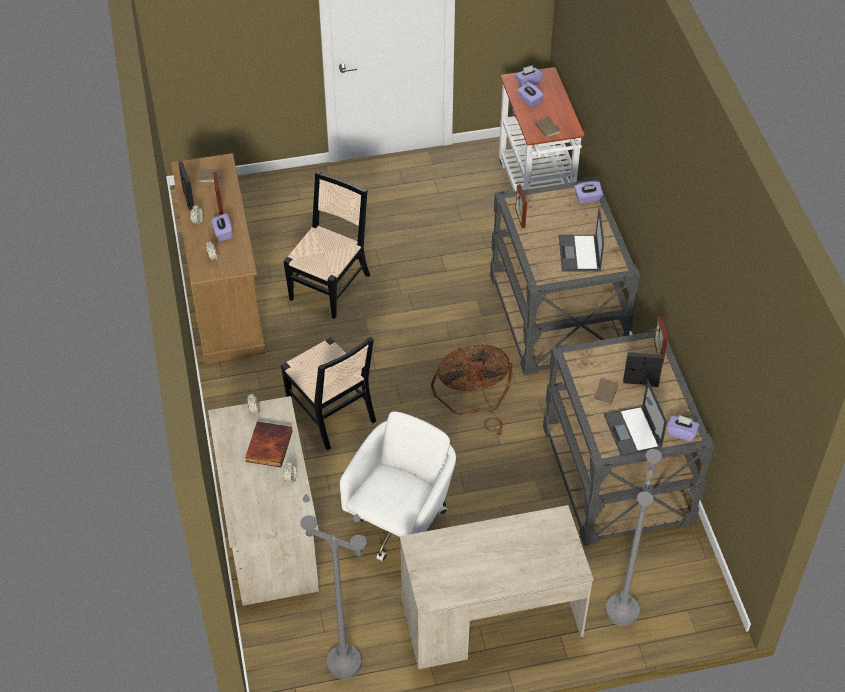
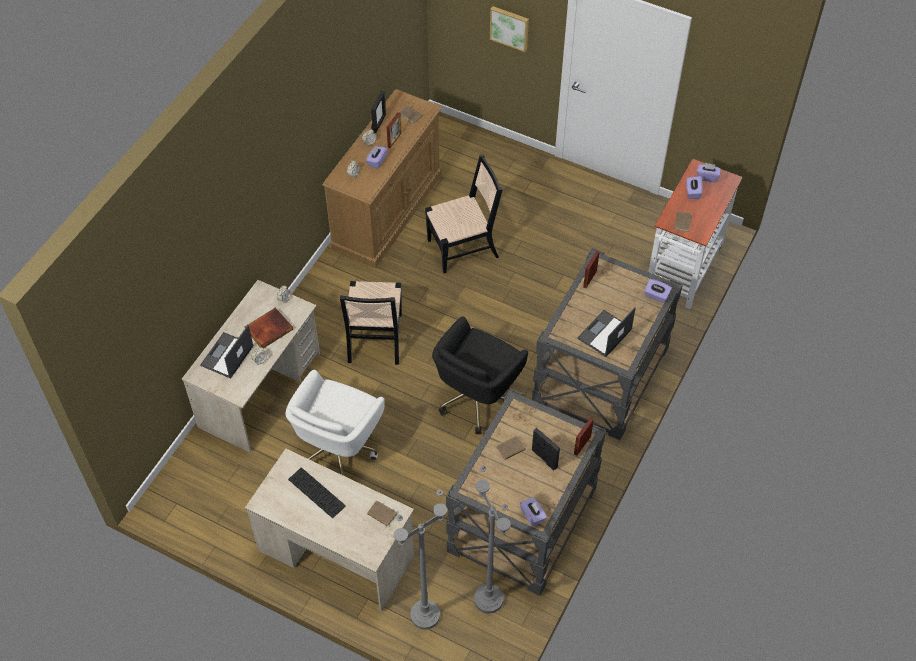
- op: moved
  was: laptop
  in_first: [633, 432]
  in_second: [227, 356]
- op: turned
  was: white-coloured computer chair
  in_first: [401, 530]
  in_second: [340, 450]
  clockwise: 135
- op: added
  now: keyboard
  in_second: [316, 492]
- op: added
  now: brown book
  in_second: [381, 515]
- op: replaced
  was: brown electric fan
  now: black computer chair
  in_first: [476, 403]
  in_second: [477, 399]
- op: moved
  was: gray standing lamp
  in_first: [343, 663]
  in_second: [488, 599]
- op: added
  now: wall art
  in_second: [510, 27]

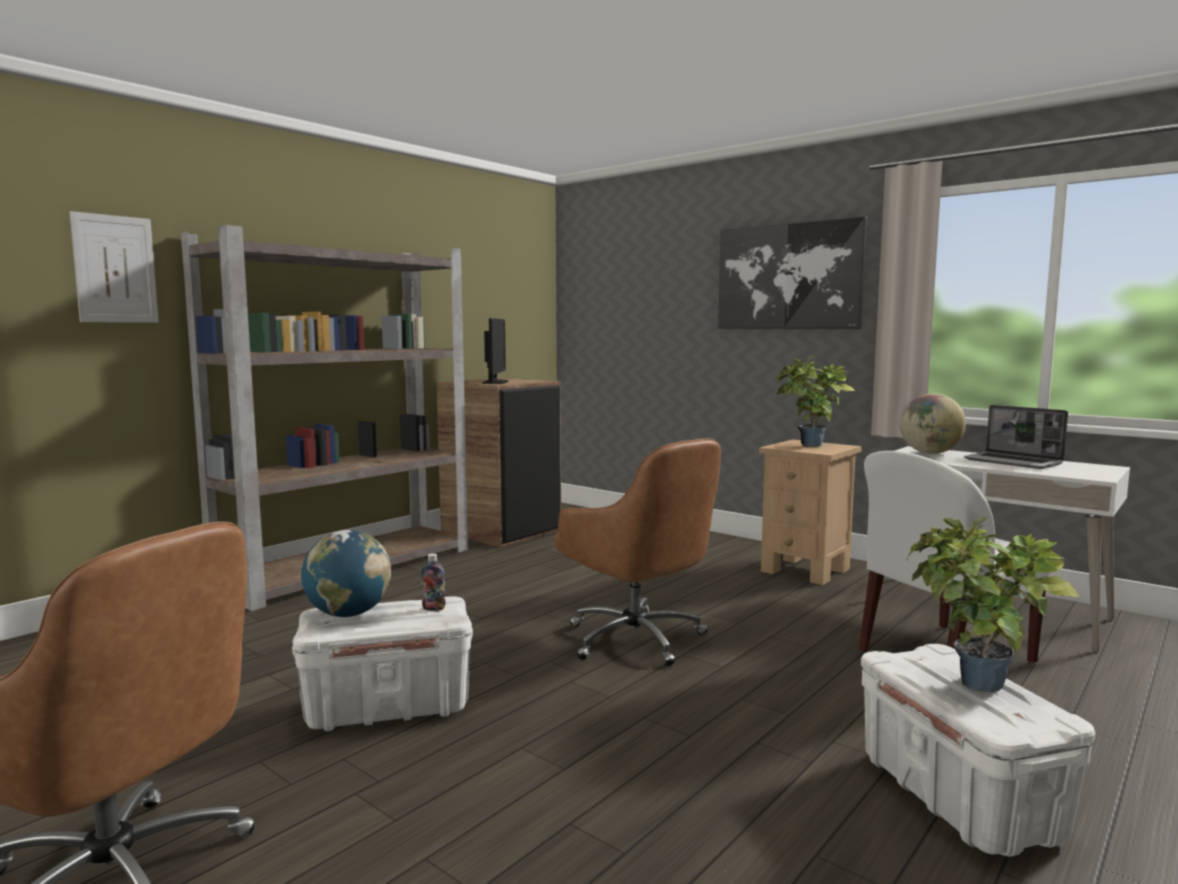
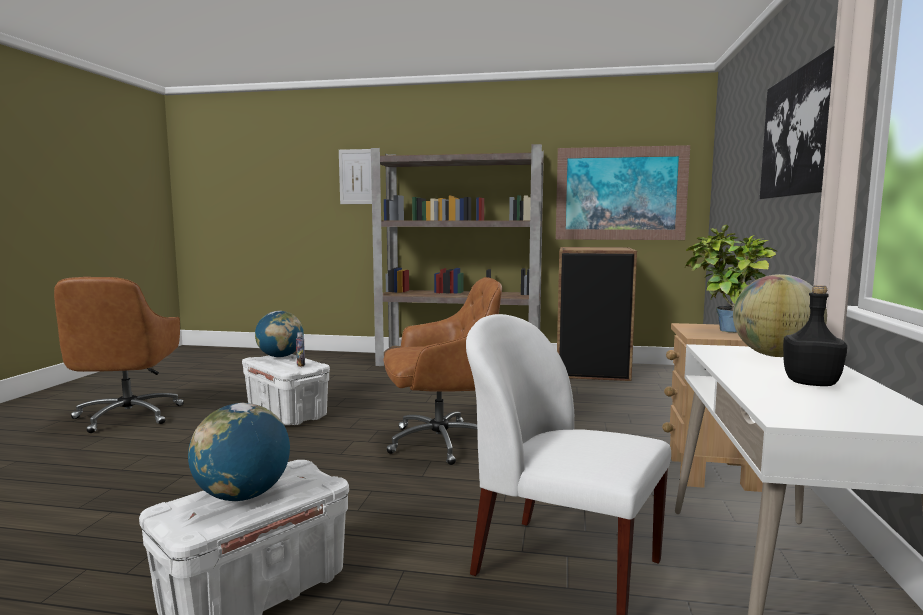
- op: replaced
  was: potted plant
  now: desk globe
  in_first: [973, 687]
  in_second: [243, 496]
- op: turned
  was: brown computer chair
  in_first: [634, 639]
  in_second: [440, 442]
  clockwise: -120
- op: added
  now: wall art
  in_second: [620, 193]
- op: replaced
  was: laptop
  now: black drink bottle
  in_first: [1014, 462]
  in_second: [811, 383]
- op: removed
  was: computer screen
  in_first: [495, 382]

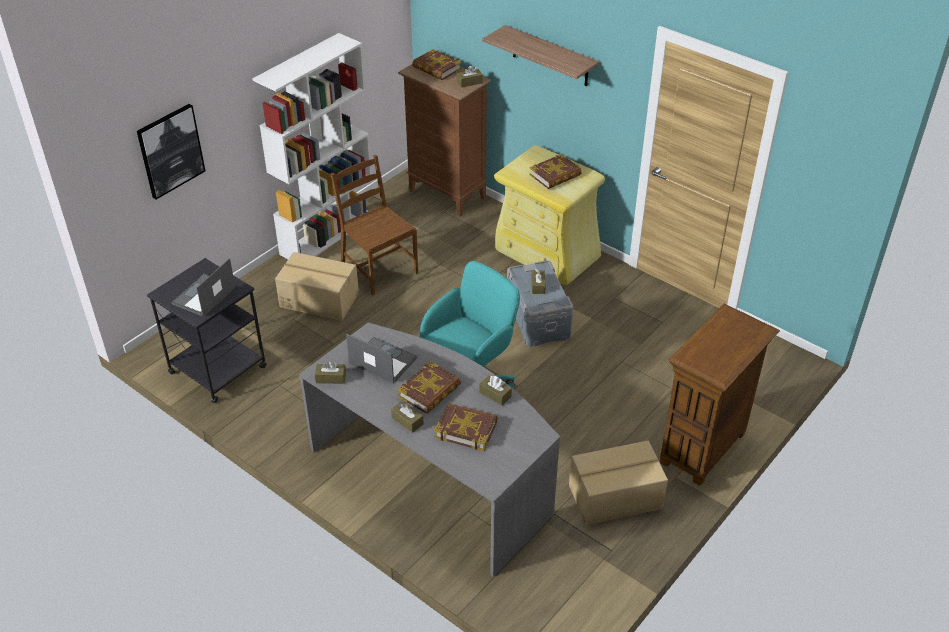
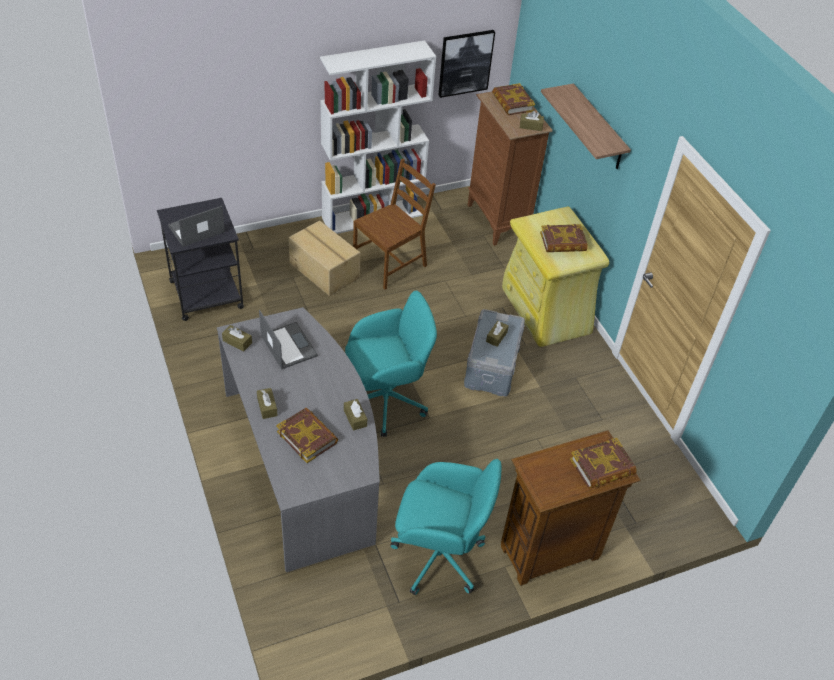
- op: turned
  was: brown plain chair
  in_first: [378, 269]
  in_second: [390, 263]
  clockwise: 60
- op: replaced
  was: packing box
  now: blue-green computer chair
  in_first: [616, 497]
  in_second: [438, 558]
- op: moved
  was: wall art
  in_first: [170, 150]
  in_second: [465, 63]
- op: moved
  was: book
  in_first: [430, 391]
  in_second: [602, 467]

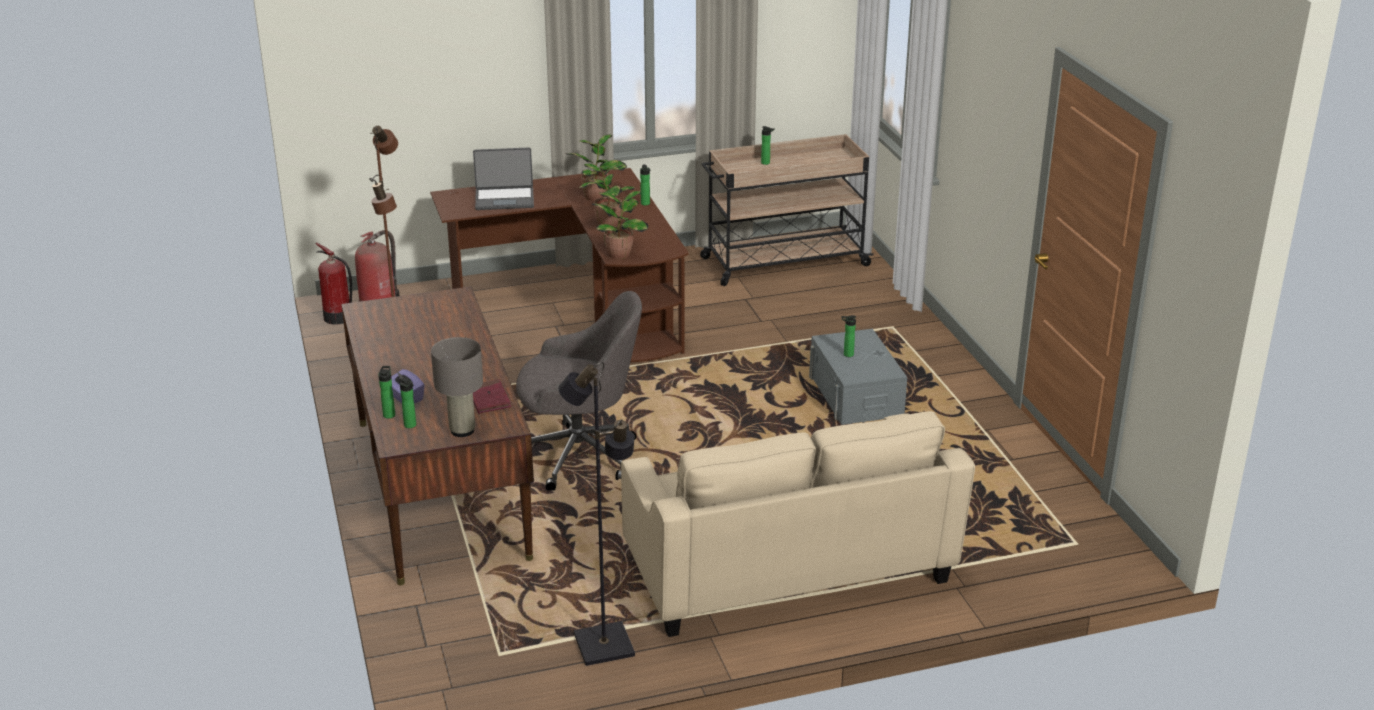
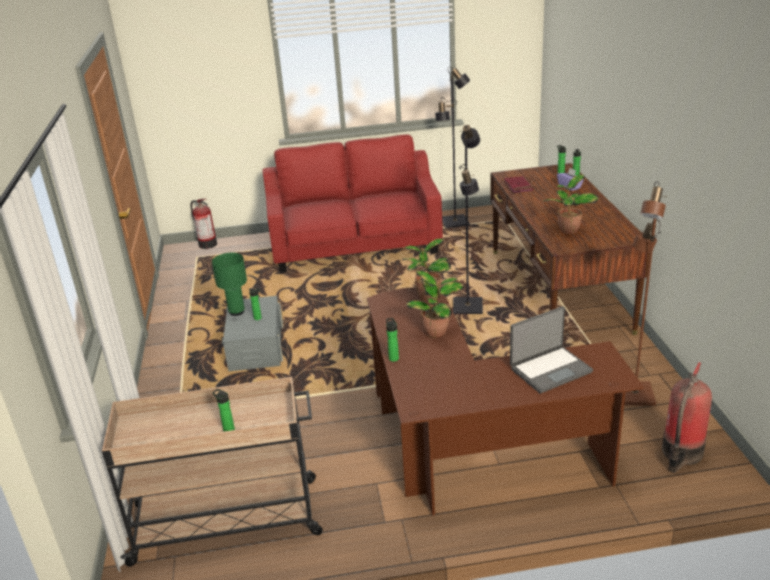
- op: moved
  was: extinguisher
  in_first: [339, 318]
  in_second: [207, 244]
- op: added
  now: greenish tabletop lamp
  in_second: [237, 311]
- op: recoloured
  was: beige sofa
  now: red-coloured sofa
  in_first: [789, 571]
  in_second: [355, 247]
- op: replaced
  was: gray computer chair
  now: black standing lamp
  in_first: [580, 457]
  in_second: [467, 307]
- op: turned
  was: laptop
  in_first: [504, 199]
  in_second: [550, 369]
  clockwise: 150
- op: moved
  was: potted plant
  in_first: [596, 196]
  in_second: [568, 230]
- op: removed
  was: gray tabletop lamp
  in_first: [462, 431]

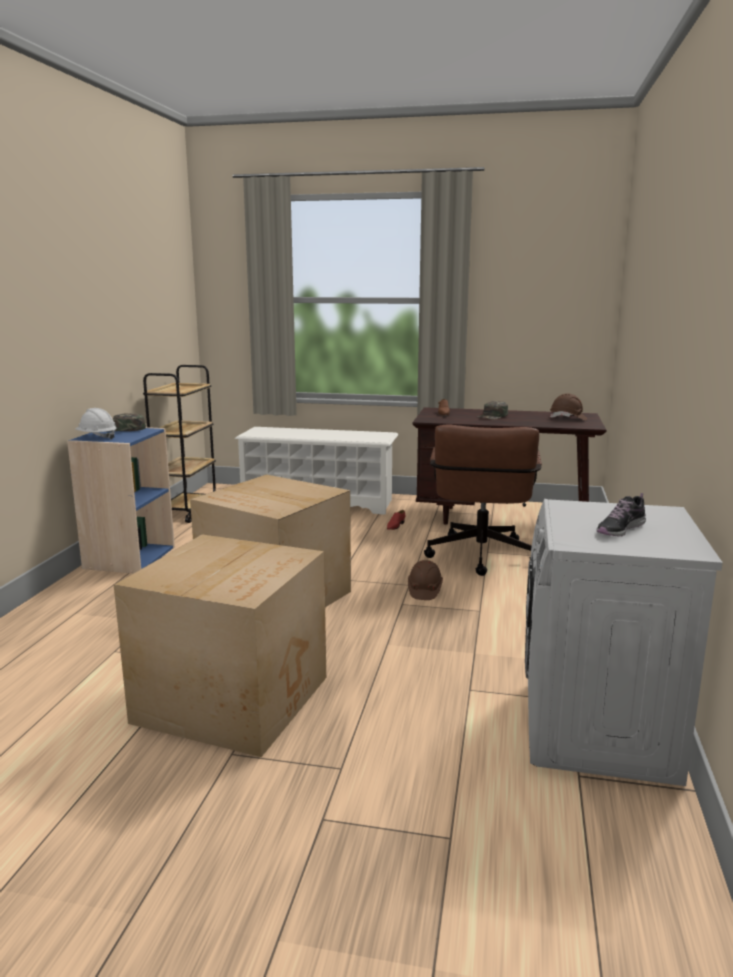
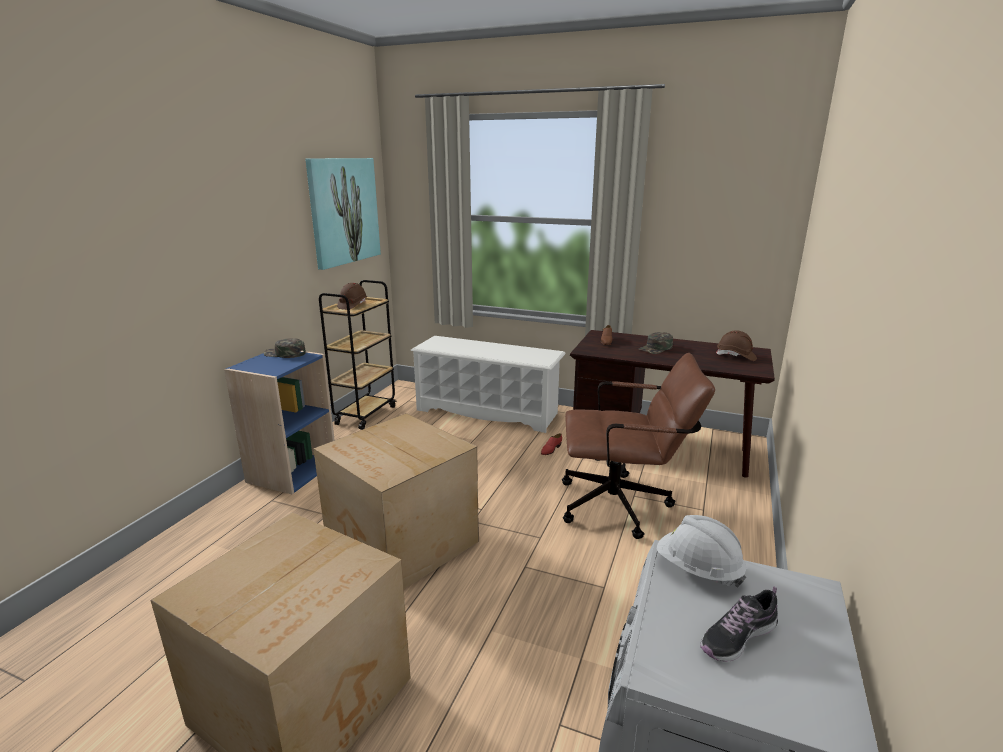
- op: added
  now: wall art
  in_second: [343, 211]
- op: moved
  was: brown safety helmet
  in_first: [424, 591]
  in_second: [352, 305]
- op: turned
  was: brown computer chair
  in_first: [480, 559]
  in_second: [624, 505]
  clockwise: -105
- op: moved
  was: white-coloured safety helmet
  in_first: [97, 437]
  in_second: [698, 569]

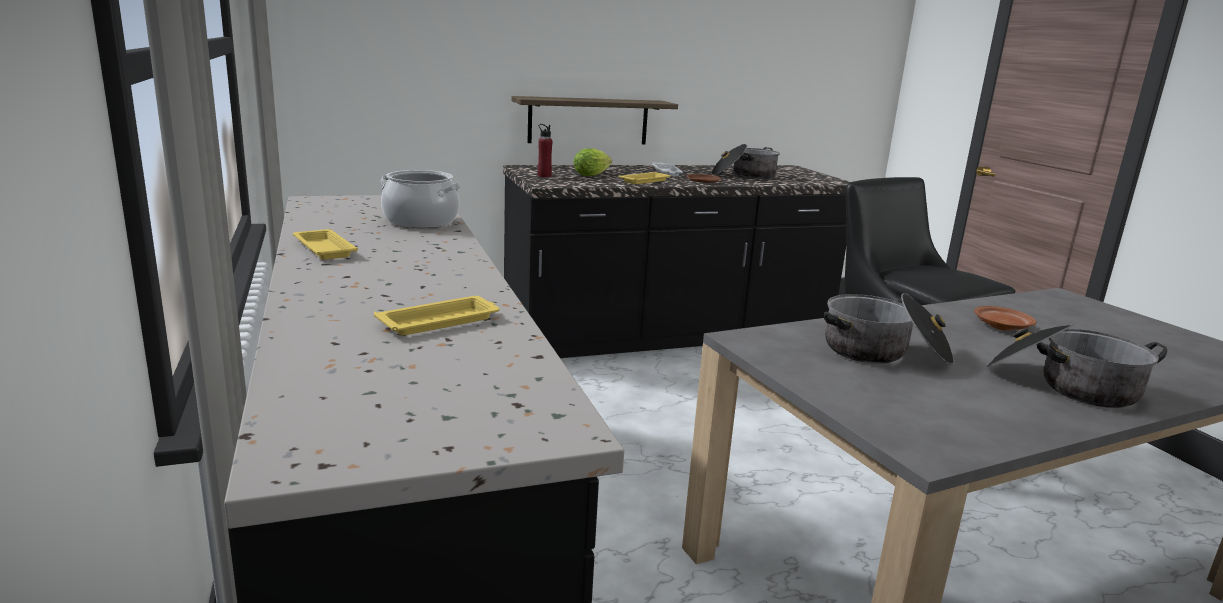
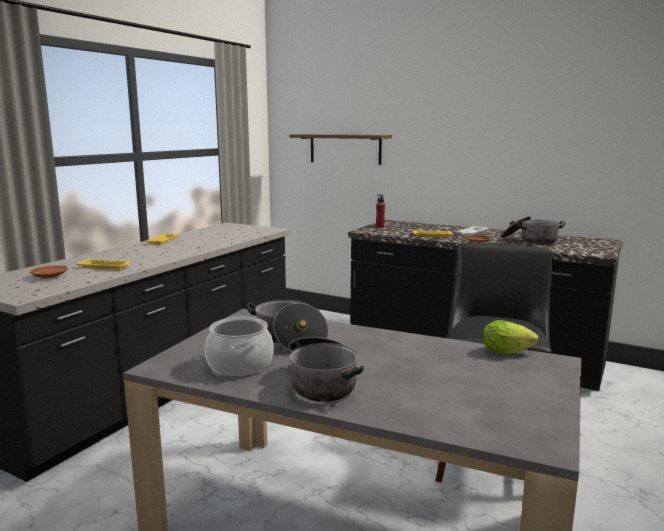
- op: moved
  was: brown dinner plate
  in_first: [1001, 326]
  in_second: [50, 277]
- op: moved
  was: stockpot
  in_first: [421, 221]
  in_second: [240, 365]
- op: moved
  was: wall shelf
  in_first: [588, 121]
  in_second: [345, 149]
- op: moved
  was: head of lettuce
  in_first: [593, 175]
  in_second: [509, 352]

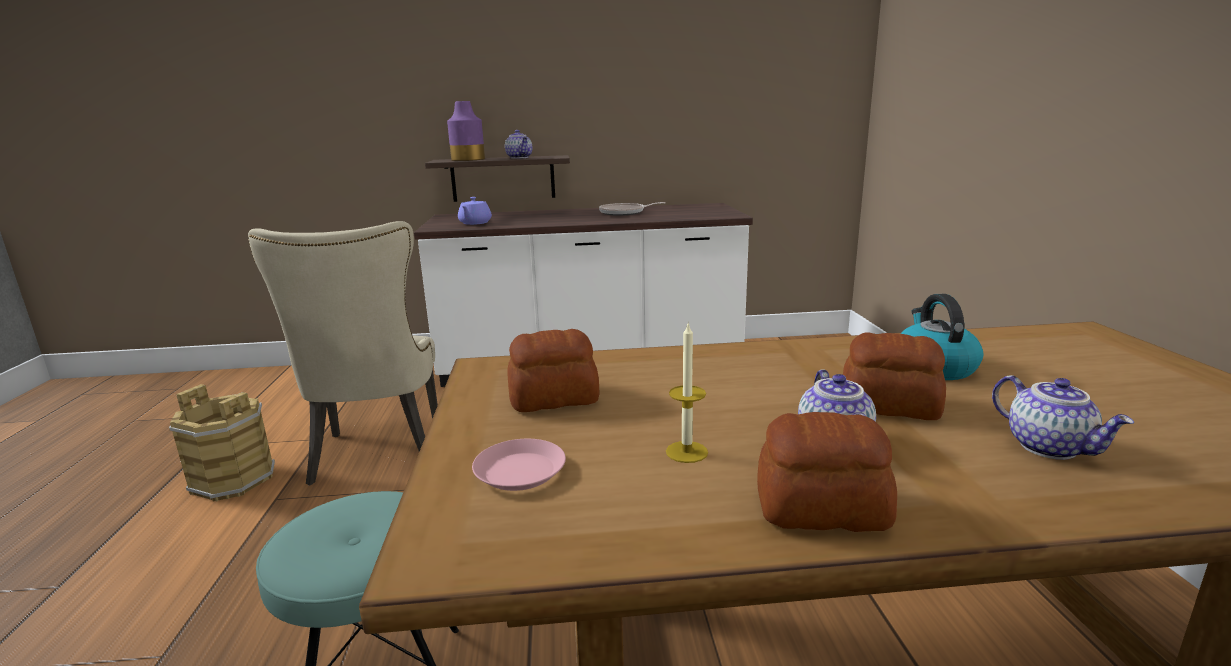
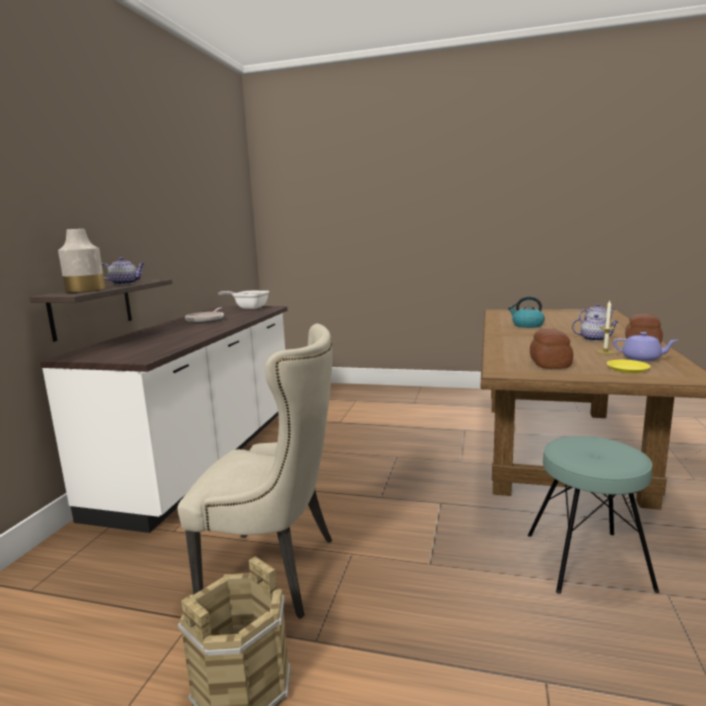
- op: recoloured
  was: purplish vase
  now: beige vase
  in_first: [468, 159]
  in_second: [86, 290]
- op: added
  now: pan
  in_second: [248, 307]
- op: recoloured
  was: pink-coloured dinner plate
  now: yellow-coloured dinner plate
  in_first: [519, 472]
  in_second: [627, 369]
- op: moved
  was: purplish teapot
  in_first: [475, 223]
  in_second: [642, 359]
- op: removed
  was: bread
  in_first: [890, 406]

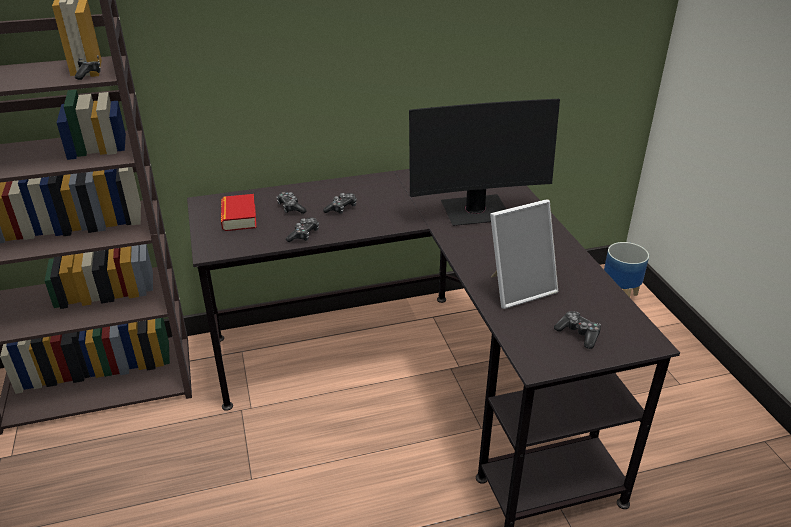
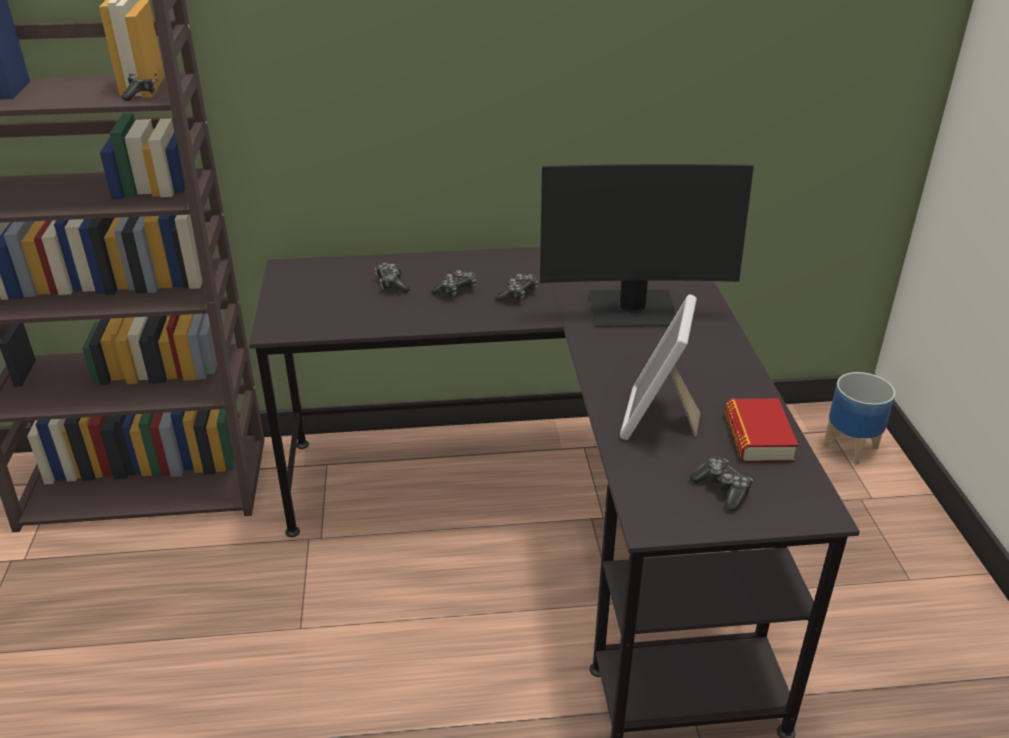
- op: moved
  was: gamepad
  in_first: [304, 235]
  in_second: [518, 295]
- op: turned
  was: photo frame
  in_first: [518, 288]
  in_second: [658, 419]
  clockwise: 120
- op: moved
  was: book
  in_first: [239, 217]
  in_second: [758, 437]

